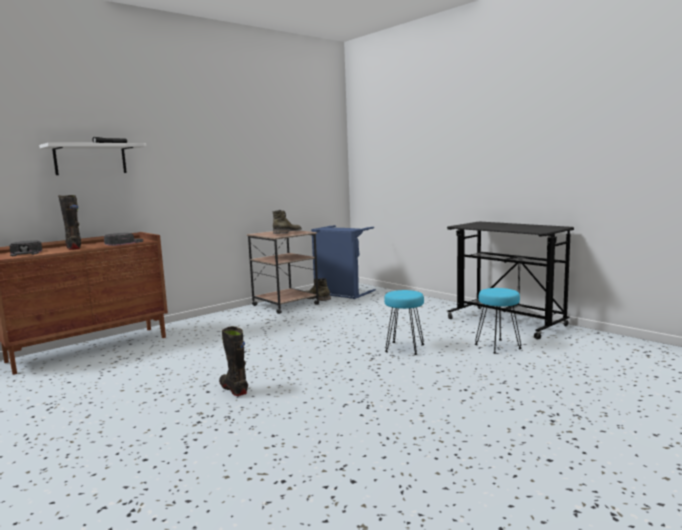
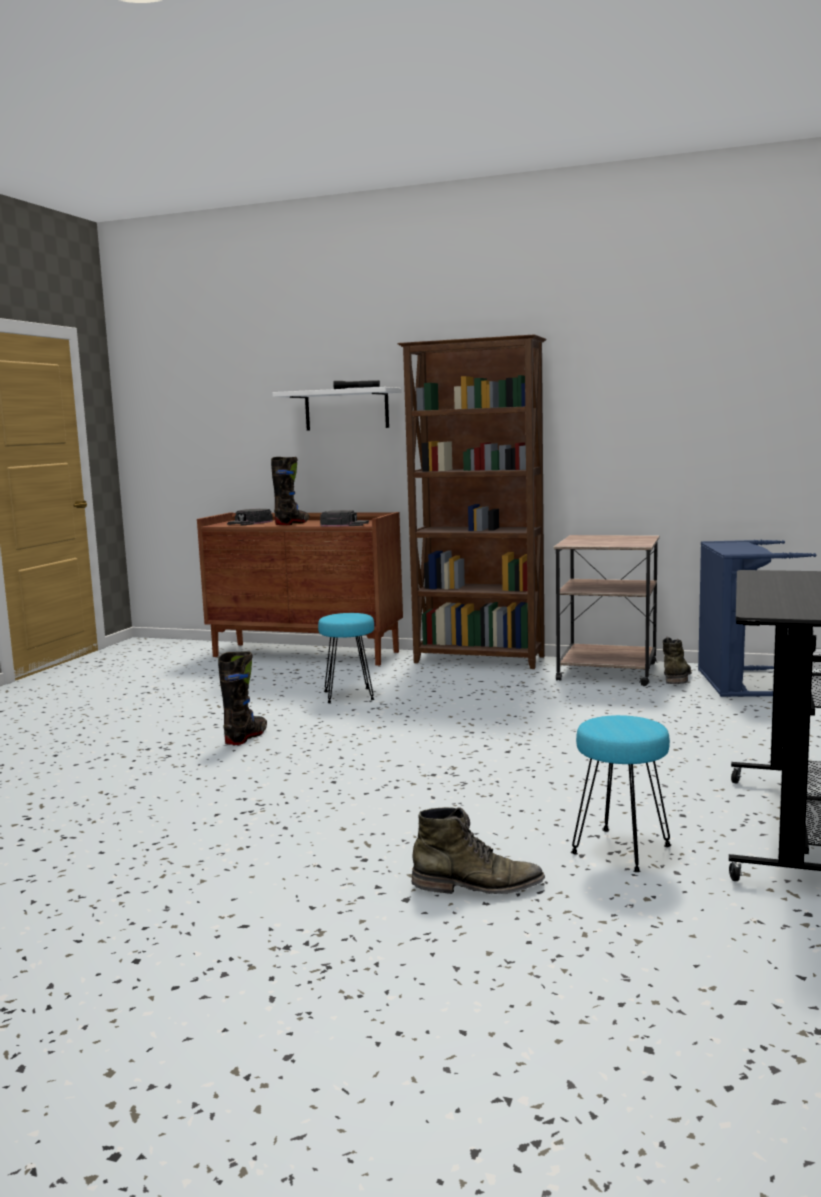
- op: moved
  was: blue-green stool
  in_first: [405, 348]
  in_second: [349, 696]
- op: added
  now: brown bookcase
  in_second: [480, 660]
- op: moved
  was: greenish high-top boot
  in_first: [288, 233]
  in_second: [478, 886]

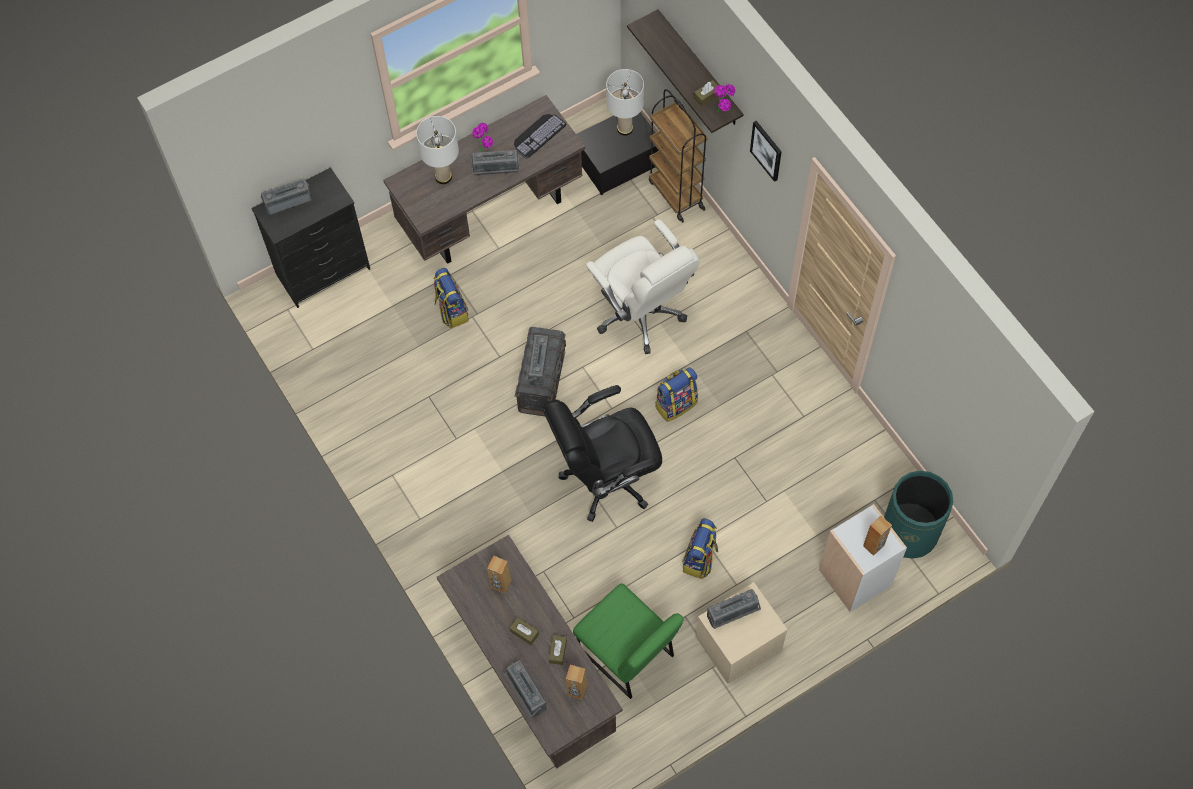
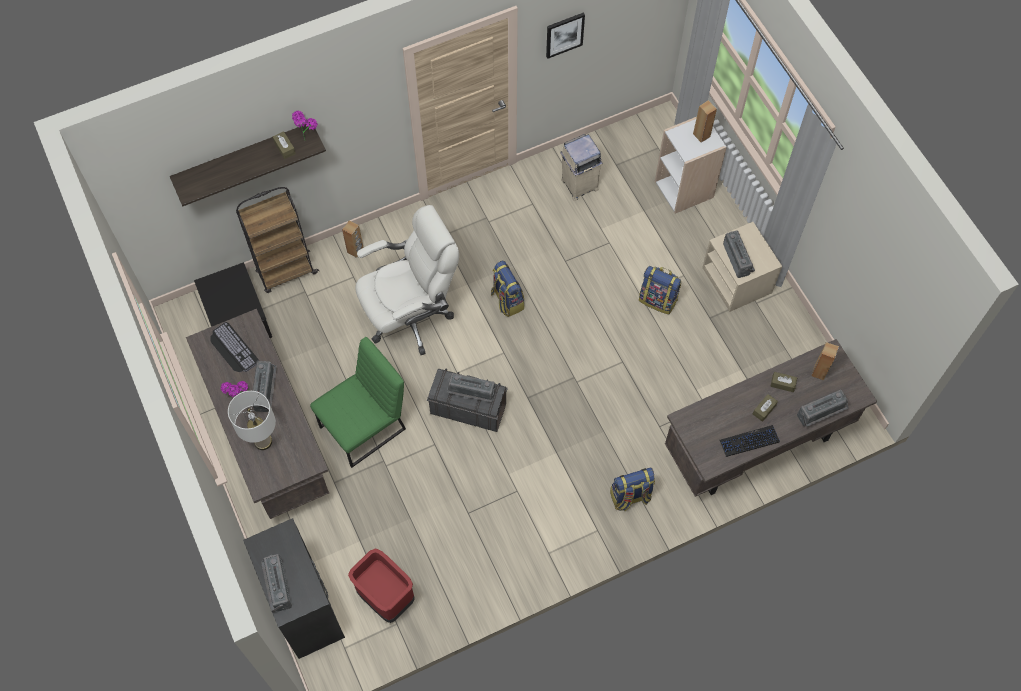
- op: moved
  was: greenish plain chair
  in_first: [627, 654]
  in_second: [365, 427]
- op: moved
  was: brown speaker
  in_first: [501, 584]
  in_second: [355, 250]
- op: added
  now: red-coloured rubbish bin
  in_second: [385, 597]
- op: moved
  was: wall art
  in_first: [766, 150]
  in_second: [564, 34]
- op: added
  now: beige rubbish bin
  in_second: [579, 185]
- op: moved
  was: knapsack
  in_first: [451, 310]
  in_second: [630, 497]
- op: added
  now: keyboard
  in_second: [749, 441]
- op: removed
  was: black computer chair
  in_first: [605, 480]
- op: removed
  was: white-coloured tabletop lamp
  in_first: [625, 129]
- op: removed
  was: greenish rubbish bin
  in_first: [909, 532]

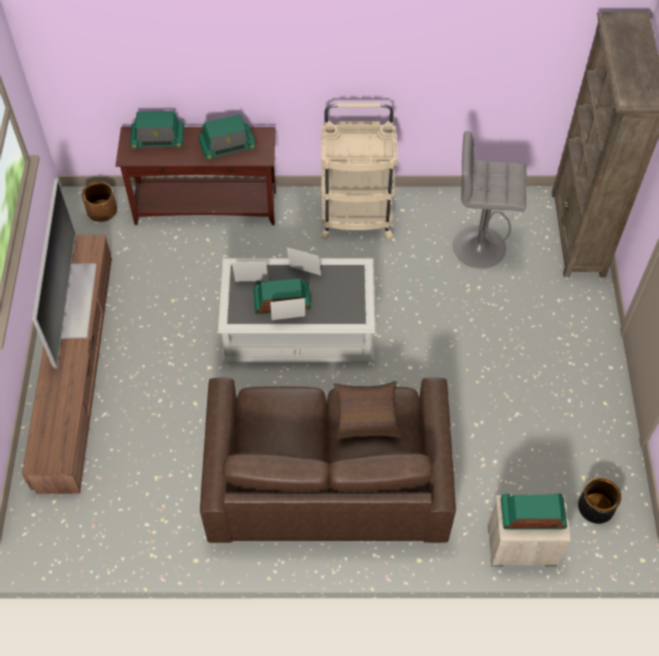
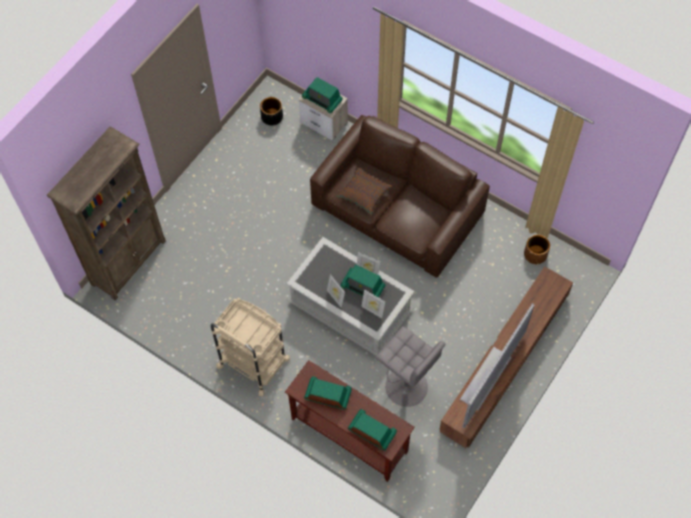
- op: moved
  was: gray stool
  in_first: [478, 246]
  in_second: [406, 387]
- op: moved
  was: brown flower pot
  in_first: [102, 210]
  in_second: [535, 254]

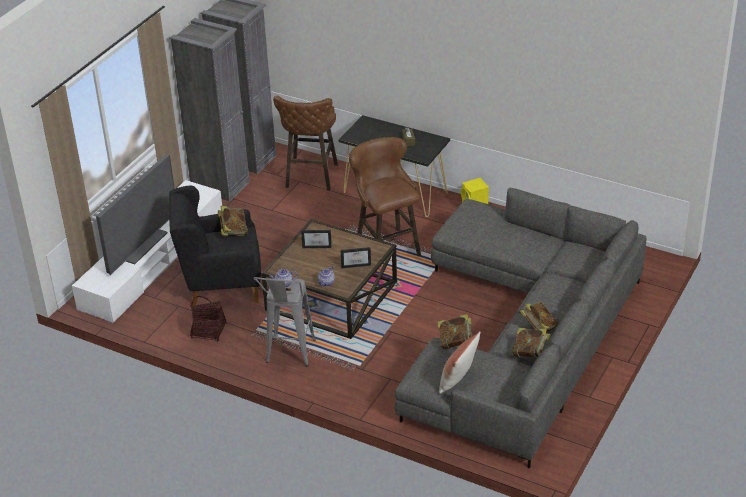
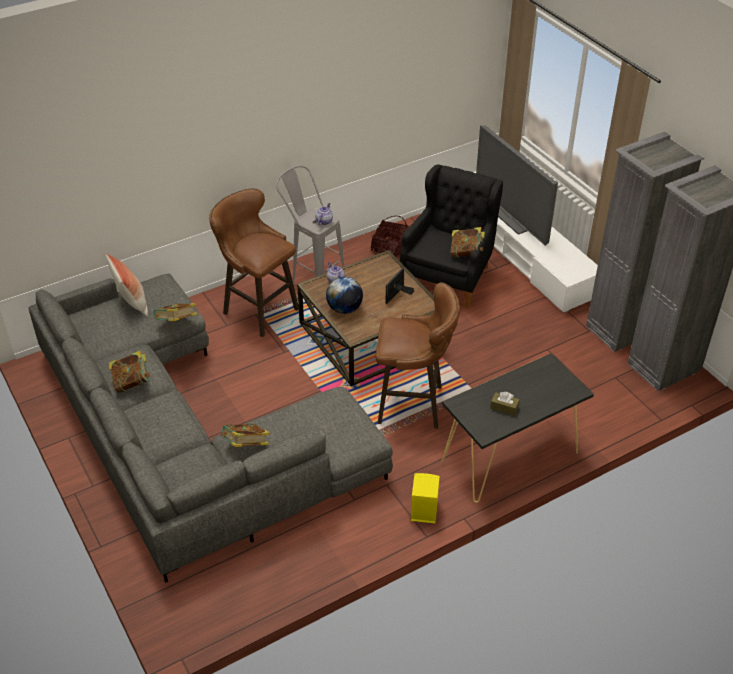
- op: moved
  was: brown stool
  in_first: [311, 177]
  in_second: [258, 310]
- op: moved
  was: book
  in_first: [530, 353]
  in_second: [246, 446]
- op: replaced
  was: photo frame
  now: desk globe
  in_first: [356, 264]
  in_second: [344, 309]

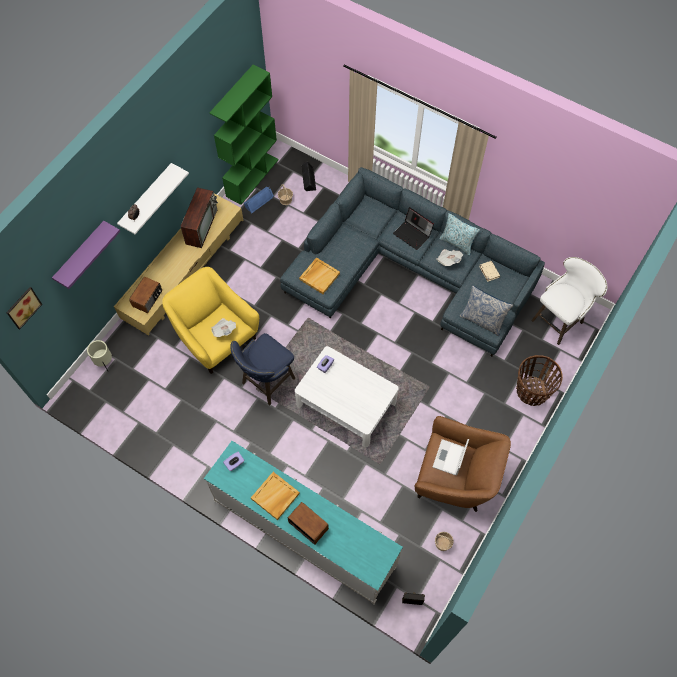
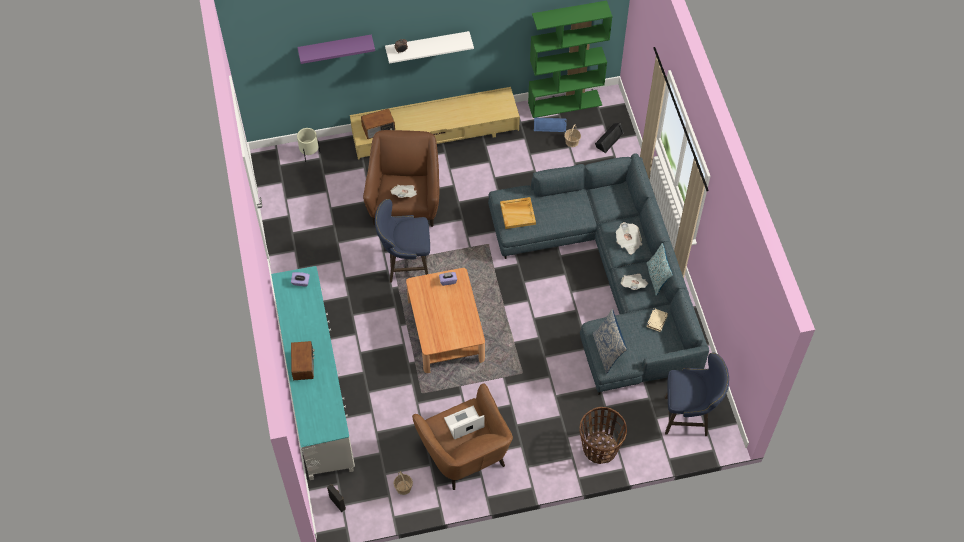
- op: recoloured
  was: yellow-coloured easy chair
  now: brown easy chair
  in_first: [215, 337]
  in_second: [405, 201]
- op: recoloured
  was: white-coloured lounge table
  now: brown lounge table
  in_first: [346, 403]
  in_second: [446, 330]
- op: replaced
  was: laptop
  now: daily paper
  in_first: [413, 234]
  in_second: [628, 242]
- op: recoloured
  was: white-coloured stool
  now: blue-coloured stool
  in_first: [559, 320]
  in_second: [689, 416]
- op: removed
  was: wall art
  in_first: [22, 307]
- op: removed
  was: television
  in_first: [201, 226]
- op: removed
  was: beige tray
  in_first: [275, 496]

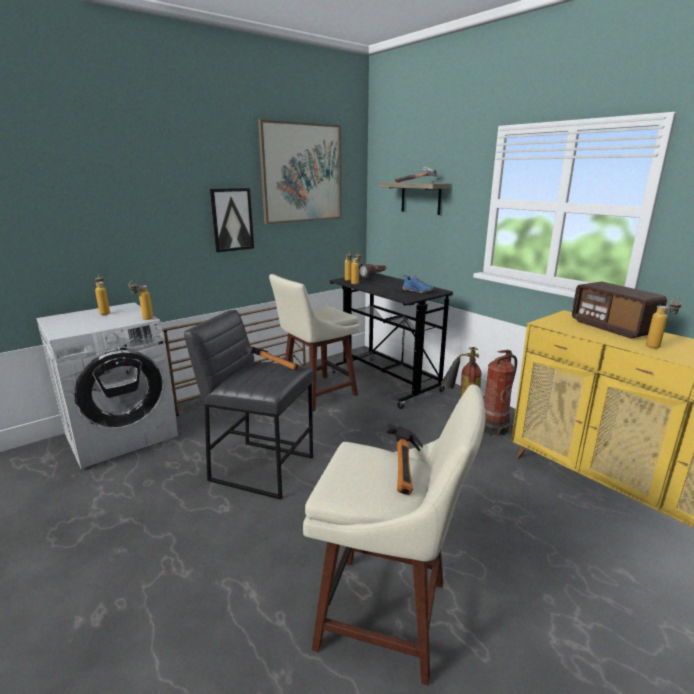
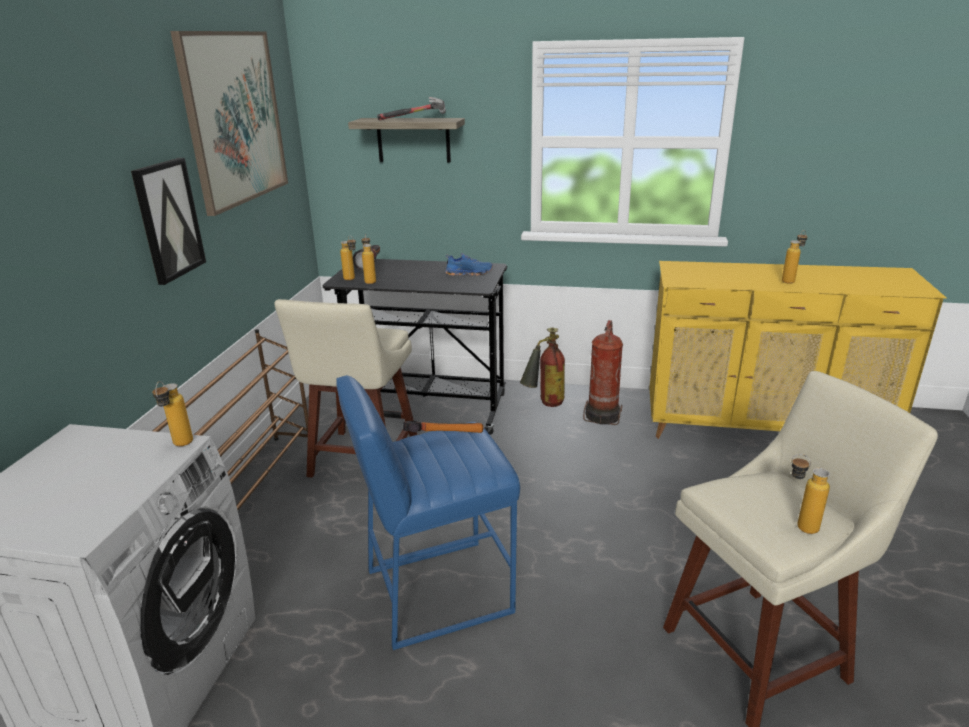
- op: recoloured
  was: gray stool
  now: blue-coloured stool
  in_first: [260, 468]
  in_second: [436, 592]
- op: moved
  was: drink bottle
  in_first: [105, 312]
  in_second: [798, 526]
- op: removed
  was: hammer
  in_first: [407, 470]
- op: removed
  was: radio set
  in_first: [612, 327]

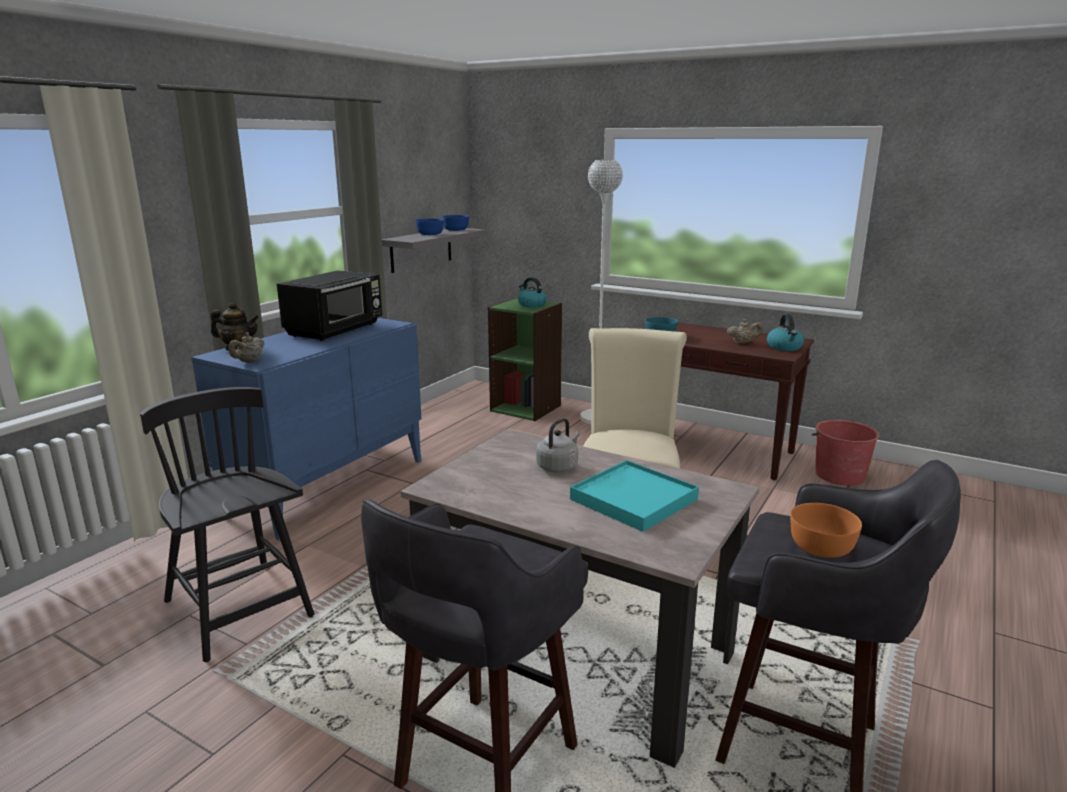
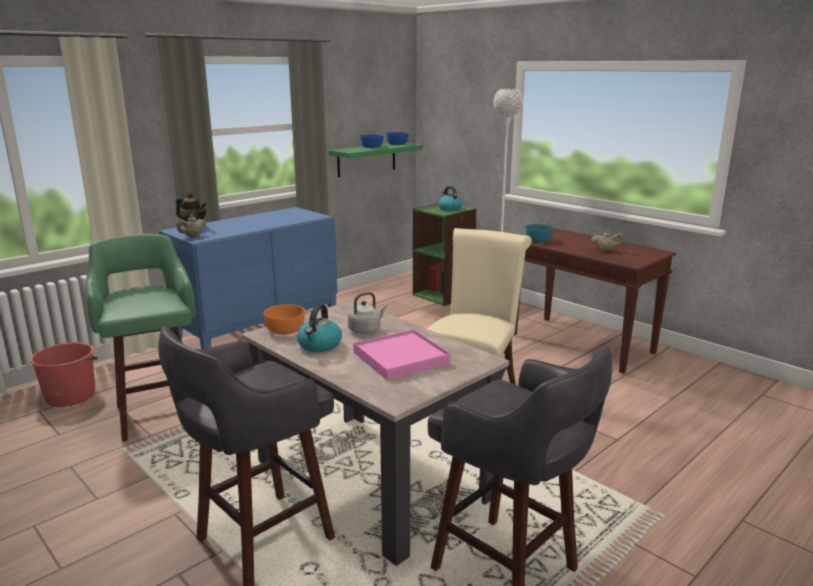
- op: moved
  was: red-coloured water bucket
  in_first: [839, 475]
  in_second: [71, 396]
- op: replaced
  was: black plain chair
  now: greenish stool
  in_first: [239, 609]
  in_second: [157, 413]
- op: moved
  was: orange-coloured deep dish
  in_first: [821, 546]
  in_second: [285, 330]
- op: moved
  was: water kettle
  in_first: [784, 347]
  in_second: [319, 345]
- op: recoloured
  was: gray wall shelf
  now: greenish wall shelf
  in_first: [421, 249]
  in_second: [366, 159]
- op: recoloured
  was: blue-green tray
  now: pink-coloured tray
  in_first: [634, 499]
  in_second: [401, 358]
- op: removed
  was: black kitchen microwave
  in_first: [336, 330]

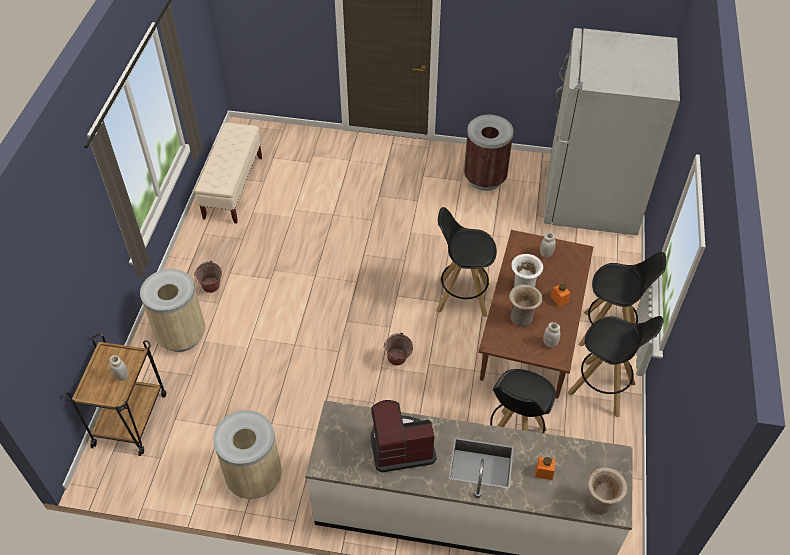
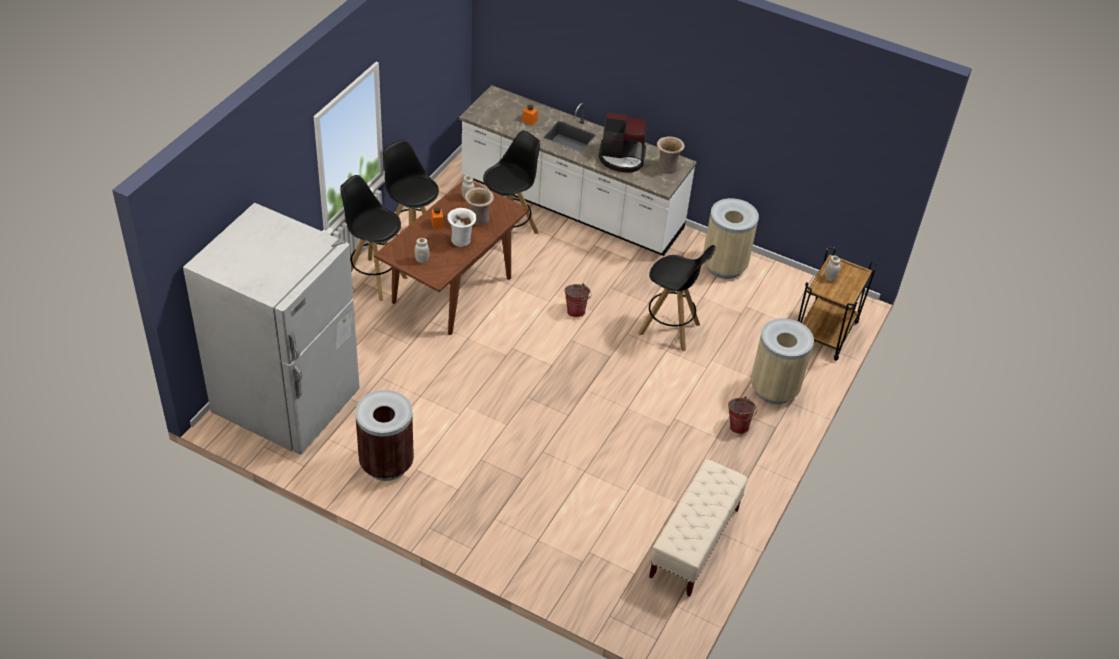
- op: moved
  was: black stool
  in_first: [462, 297]
  in_second: [670, 329]
- op: moved
  was: beige vase
  in_first: [600, 503]
  in_second: [667, 168]

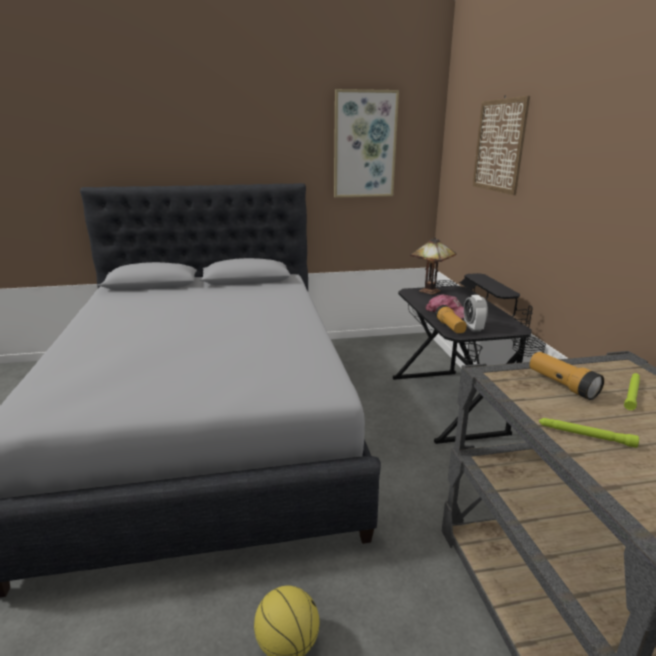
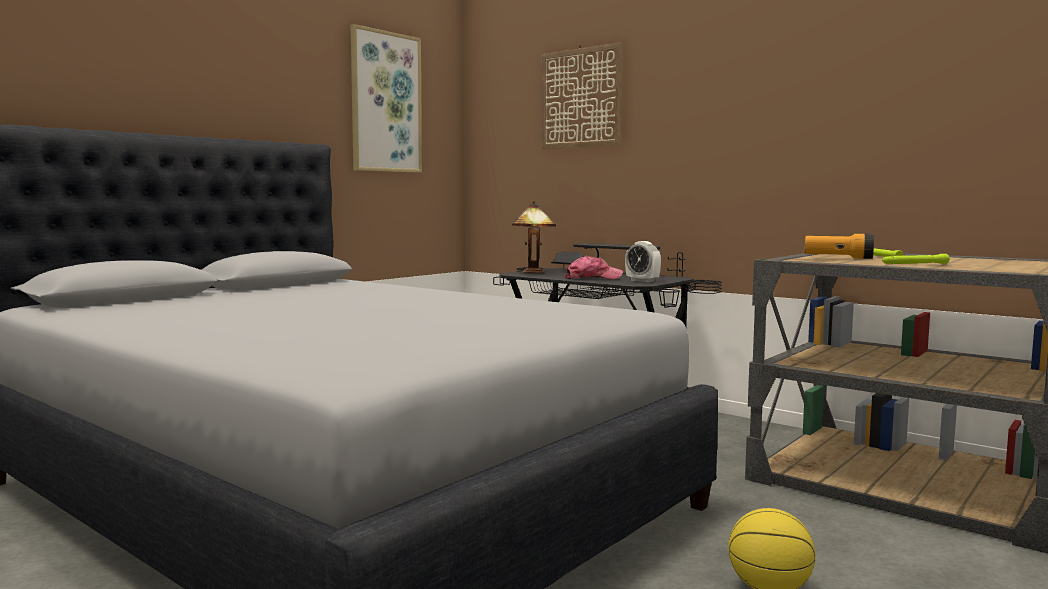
- op: removed
  was: hand torch
  in_first: [450, 327]

